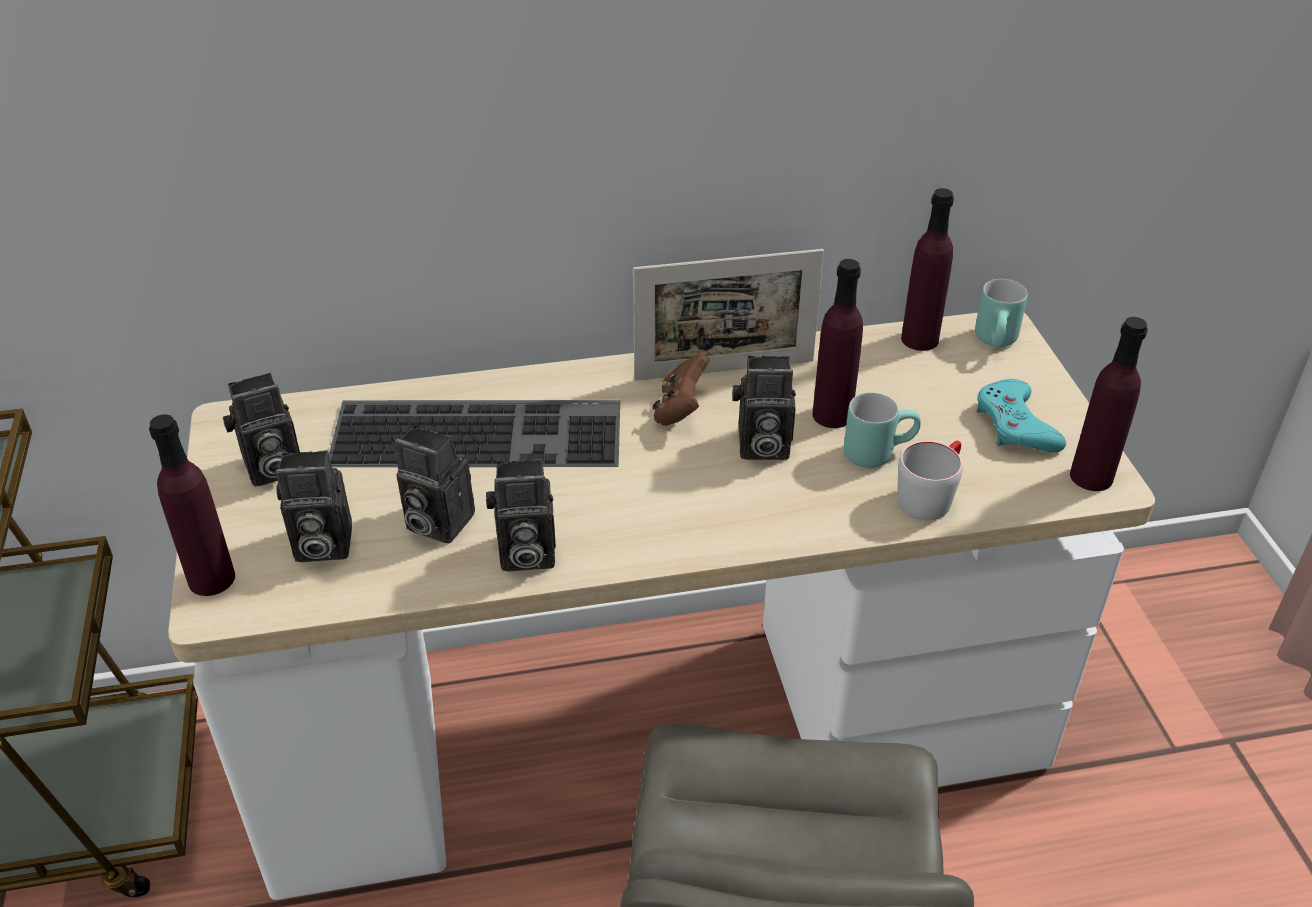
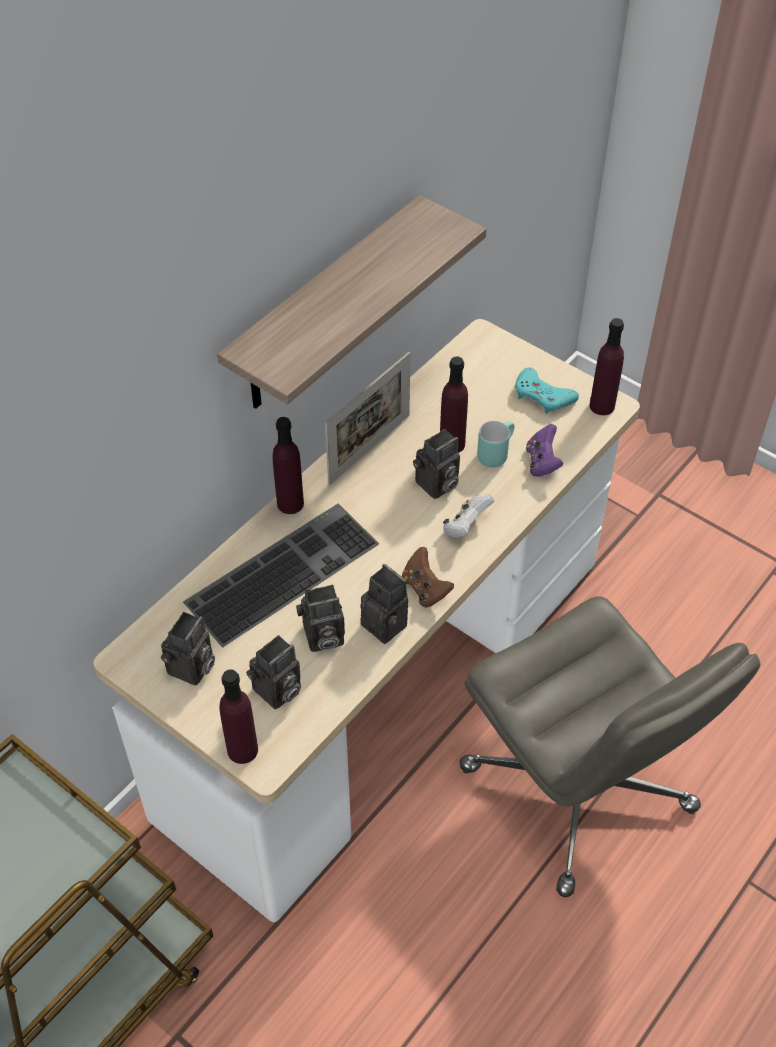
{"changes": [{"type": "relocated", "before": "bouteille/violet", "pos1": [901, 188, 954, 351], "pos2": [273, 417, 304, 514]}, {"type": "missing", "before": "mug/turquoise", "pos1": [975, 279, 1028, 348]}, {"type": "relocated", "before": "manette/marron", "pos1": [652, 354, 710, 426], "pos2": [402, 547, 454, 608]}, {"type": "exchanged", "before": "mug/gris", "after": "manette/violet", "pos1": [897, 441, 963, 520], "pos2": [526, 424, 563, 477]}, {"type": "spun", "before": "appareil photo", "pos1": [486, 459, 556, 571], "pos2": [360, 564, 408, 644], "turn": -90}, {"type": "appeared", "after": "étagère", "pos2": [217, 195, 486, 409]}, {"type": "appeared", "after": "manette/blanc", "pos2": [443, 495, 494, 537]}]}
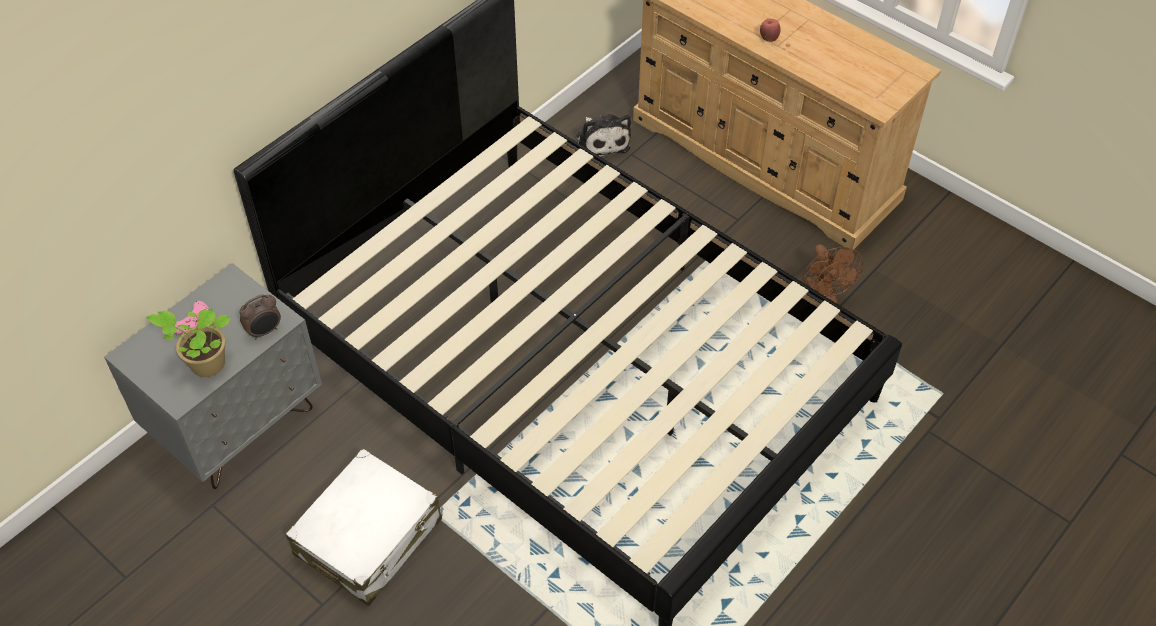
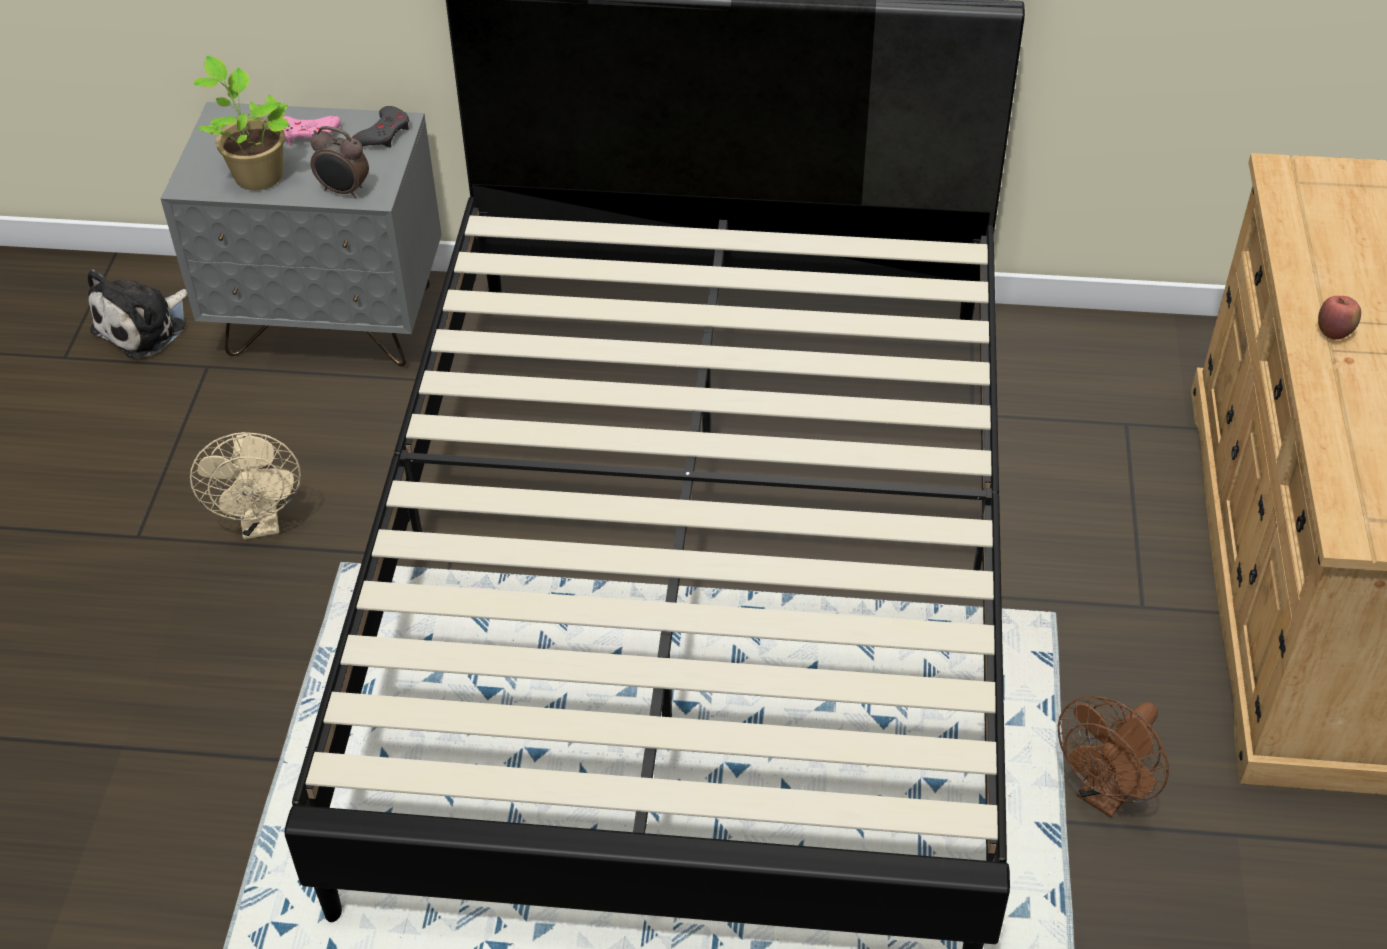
{"changes": [{"type": "relocated", "before": "peluche", "pos1": [577, 114, 631, 157], "pos2": [88, 269, 187, 358]}, {"type": "exchanged", "before": "valise/blanc", "after": "ventilateur/beige", "pos1": [286, 448, 442, 606], "pos2": [190, 432, 301, 539]}, {"type": "appeared", "after": "manette/gris", "pos2": [352, 106, 409, 147]}]}
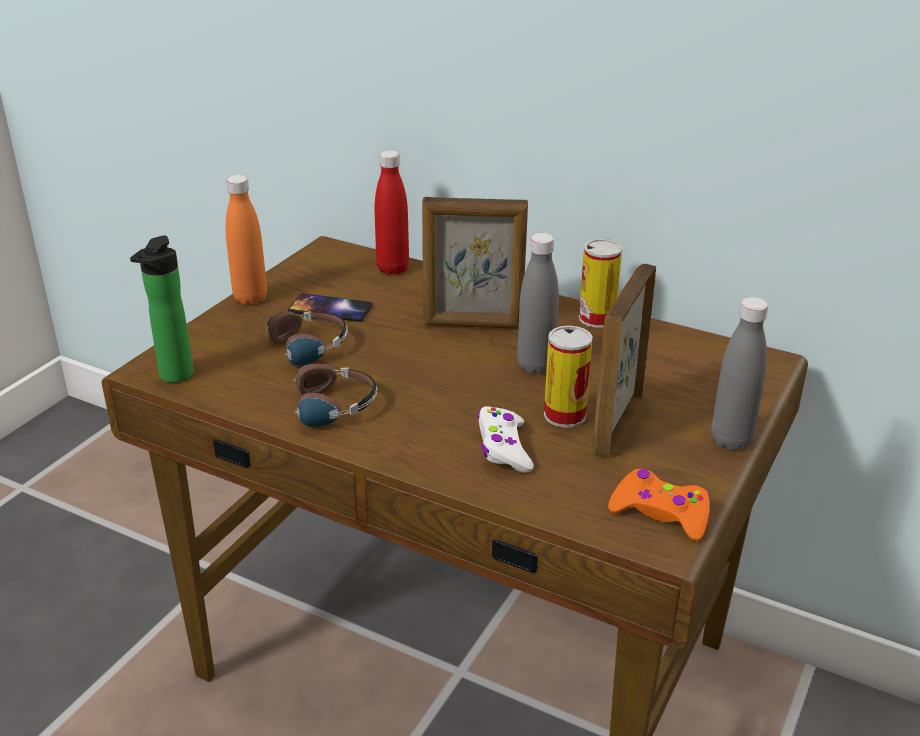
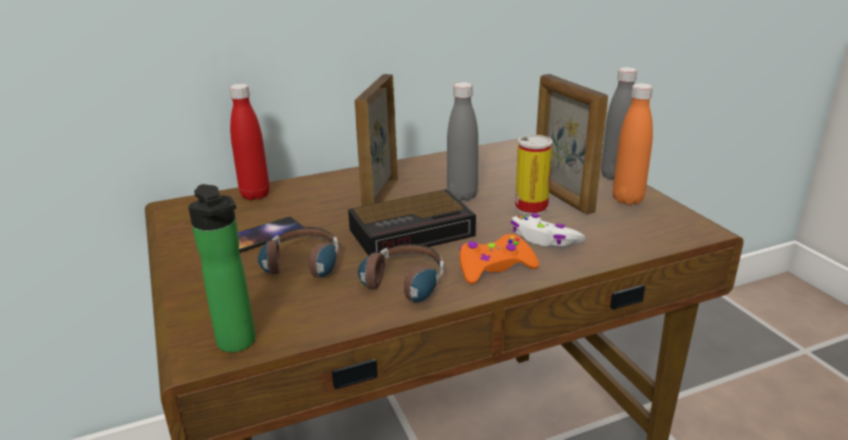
{"changes": [{"type": "relocated", "before": "bouteille/orange", "pos1": [226, 175, 267, 305], "pos2": [613, 83, 653, 205]}, {"type": "spun", "before": "cadre photo", "pos1": [422, 197, 528, 329], "pos2": [355, 74, 398, 206], "turn": 150}, {"type": "missing", "before": "boîte métallique", "pos1": [579, 239, 622, 328]}, {"type": "relocated", "before": "manette/orange", "pos1": [608, 468, 710, 541], "pos2": [459, 234, 539, 284]}, {"type": "appeared", "after": "réveil", "pos2": [348, 189, 476, 256]}]}
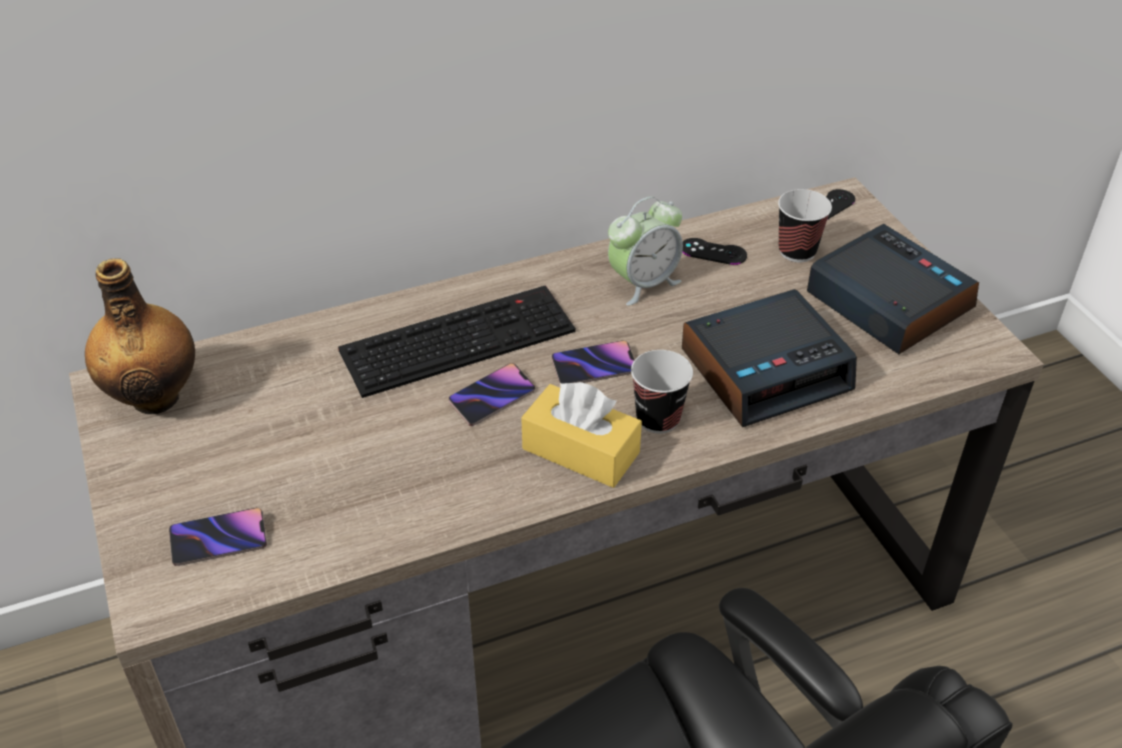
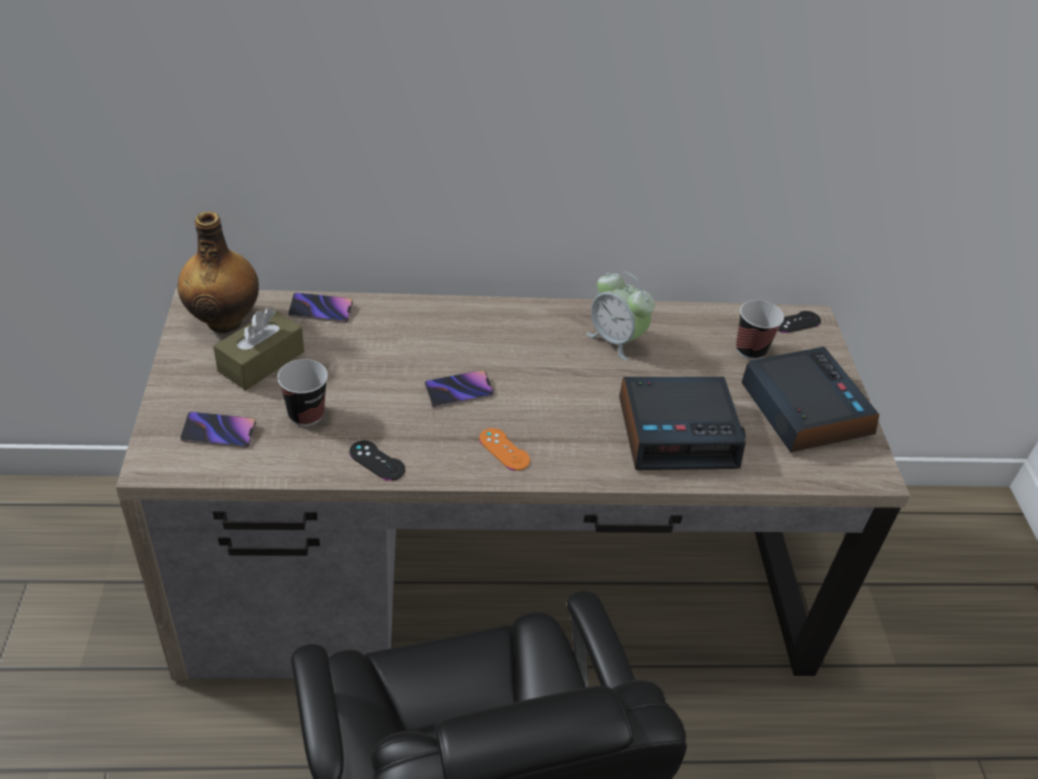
{"changes": [{"type": "spun", "before": "réveil", "pos1": [608, 197, 683, 306], "pos2": [586, 272, 655, 361], "turn": 60}, {"type": "relocated", "before": "manette/noir", "pos1": [682, 238, 747, 265], "pos2": [349, 441, 405, 481]}, {"type": "missing", "before": "clavier", "pos1": [338, 285, 576, 398]}, {"type": "relocated", "before": "téléphone", "pos1": [551, 340, 634, 384], "pos2": [288, 293, 353, 323]}, {"type": "relocated", "before": "tasse", "pos1": [631, 350, 693, 434], "pos2": [277, 359, 328, 426]}, {"type": "exchanged", "before": "boîte à mouchoirs/jaune", "after": "manette/orange", "pos1": [521, 382, 642, 488], "pos2": [479, 428, 530, 471]}, {"type": "appeared", "after": "boîte à mouchoirs/marron", "pos2": [213, 308, 304, 390]}]}
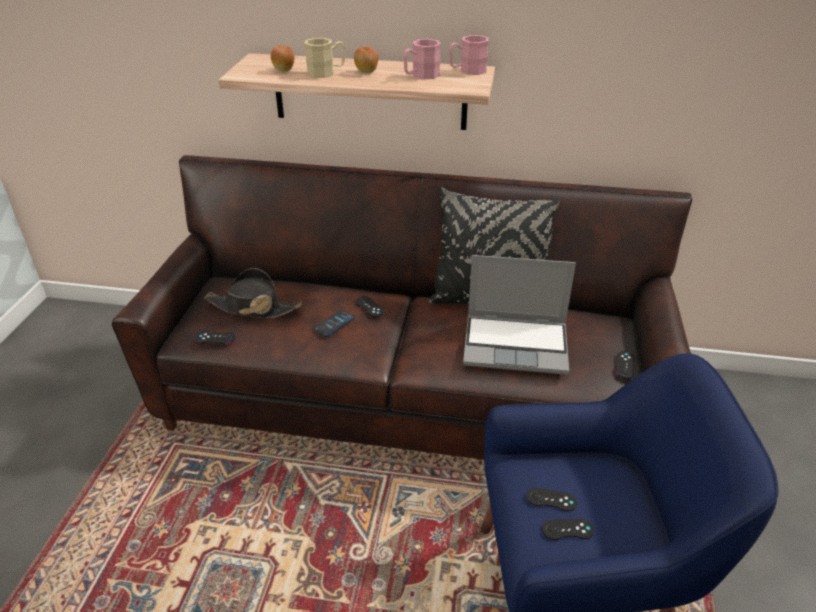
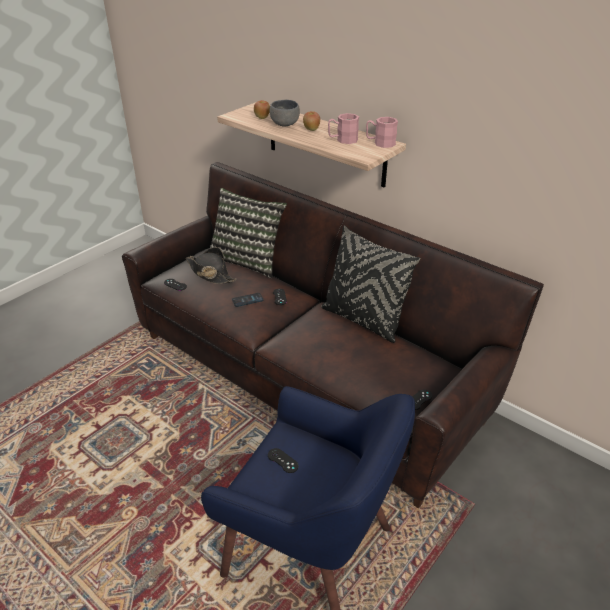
{"changes": [{"type": "exchanged", "before": "mug/beige", "after": "bol/gris", "pos1": [304, 38, 345, 78], "pos2": [269, 100, 300, 127]}, {"type": "missing", "before": "ordinateur portable", "pos1": [463, 255, 576, 374]}, {"type": "missing", "before": "manette/noir", "pos1": [542, 519, 594, 540]}, {"type": "appeared", "after": "coussin", "pos2": [210, 188, 287, 278]}]}
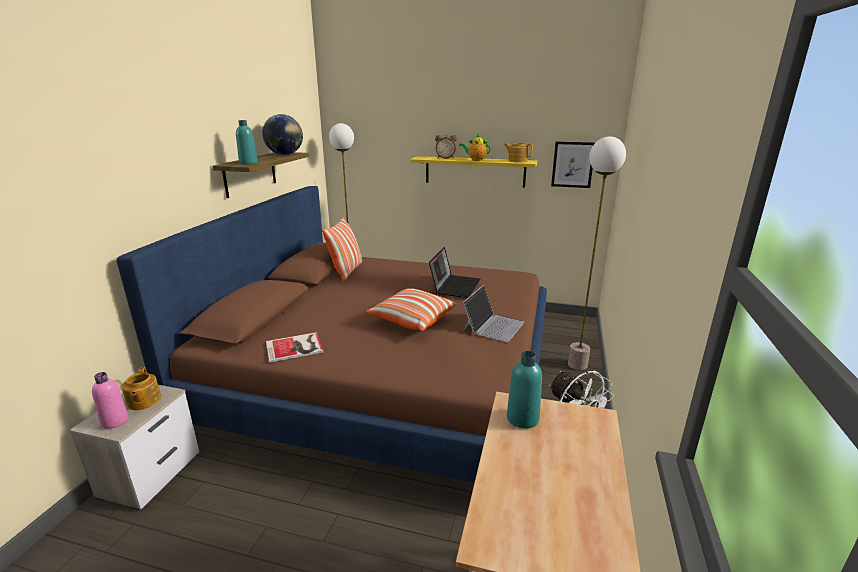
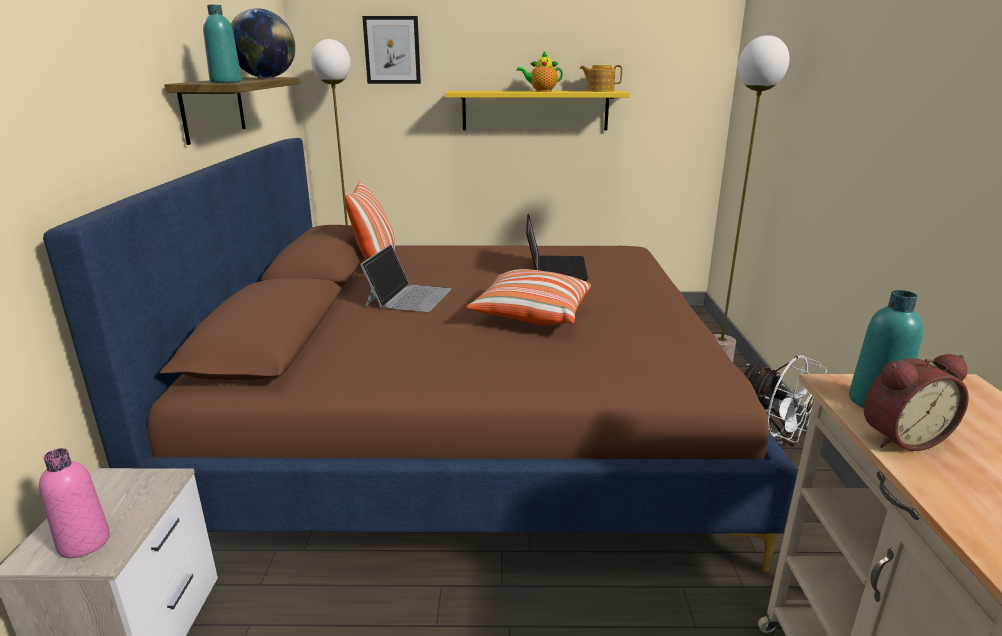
{"changes": [{"type": "relocated", "before": "réveil", "pos1": [435, 135, 456, 159], "pos2": [864, 354, 969, 451]}, {"type": "relocated", "before": "tableau", "pos1": [551, 141, 596, 188], "pos2": [362, 16, 421, 84]}, {"type": "relocated", "before": "ordinateur portable", "pos1": [462, 285, 525, 342], "pos2": [360, 244, 451, 312]}, {"type": "missing", "before": "livre", "pos1": [266, 332, 323, 363]}, {"type": "missing", "before": "théière", "pos1": [121, 367, 161, 410]}]}
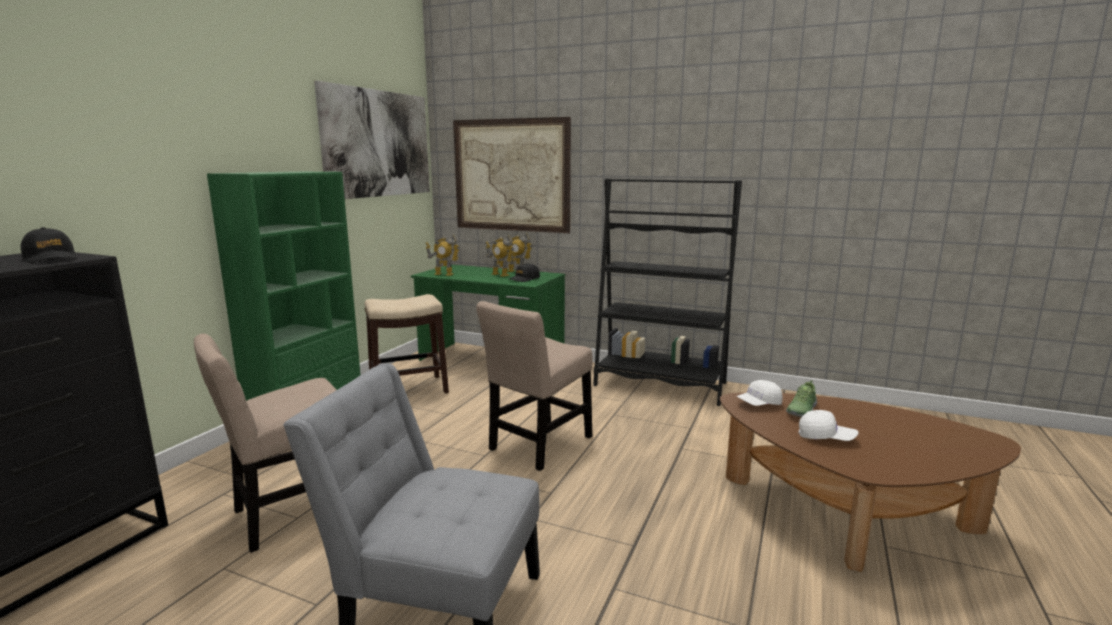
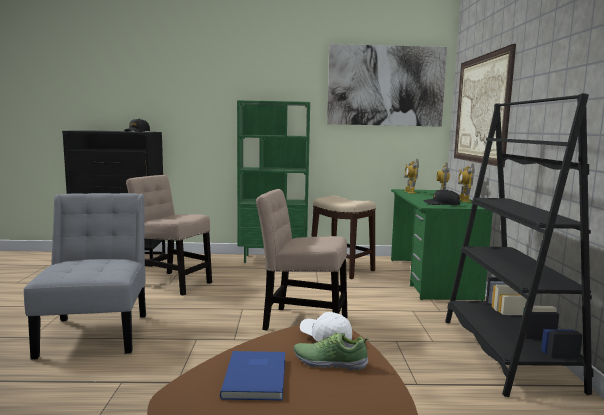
{"changes": [{"type": "exchanged", "before": "casquette/blanc", "after": "livre/bleu", "pos1": [799, 410, 859, 441], "pos2": [220, 351, 285, 400]}]}
